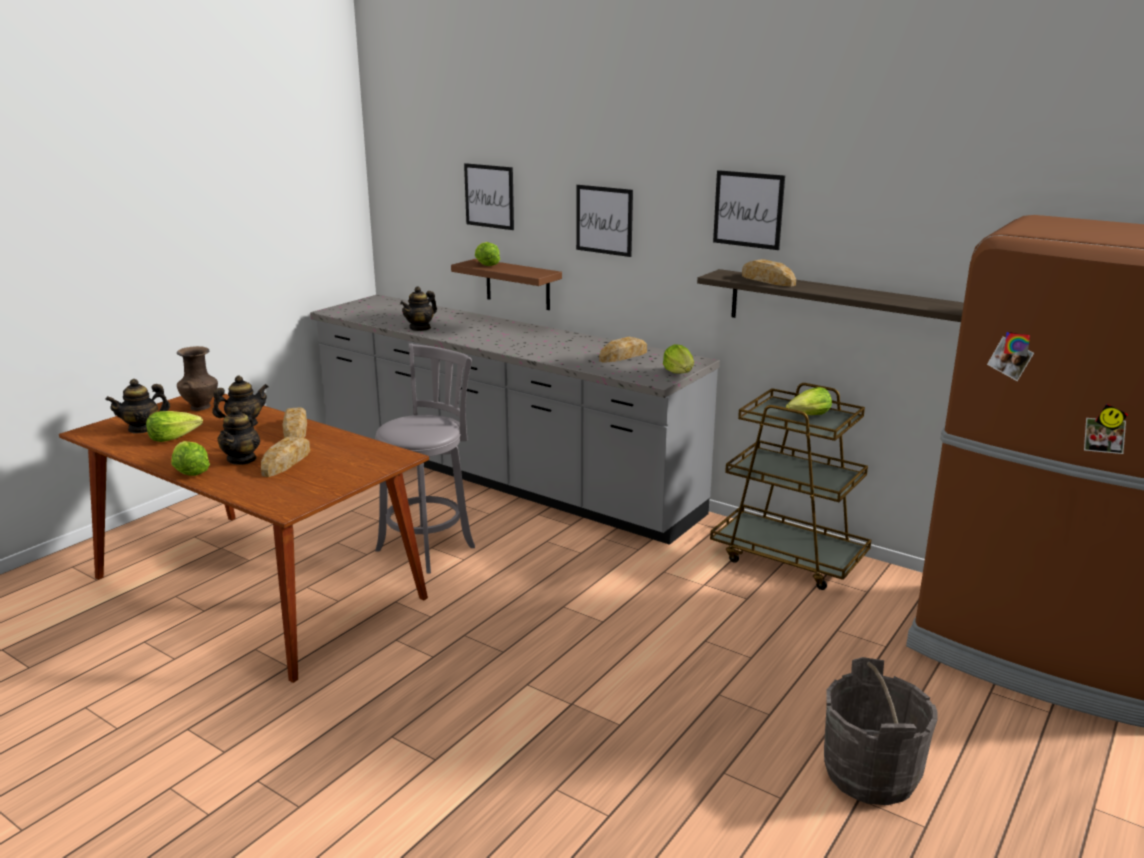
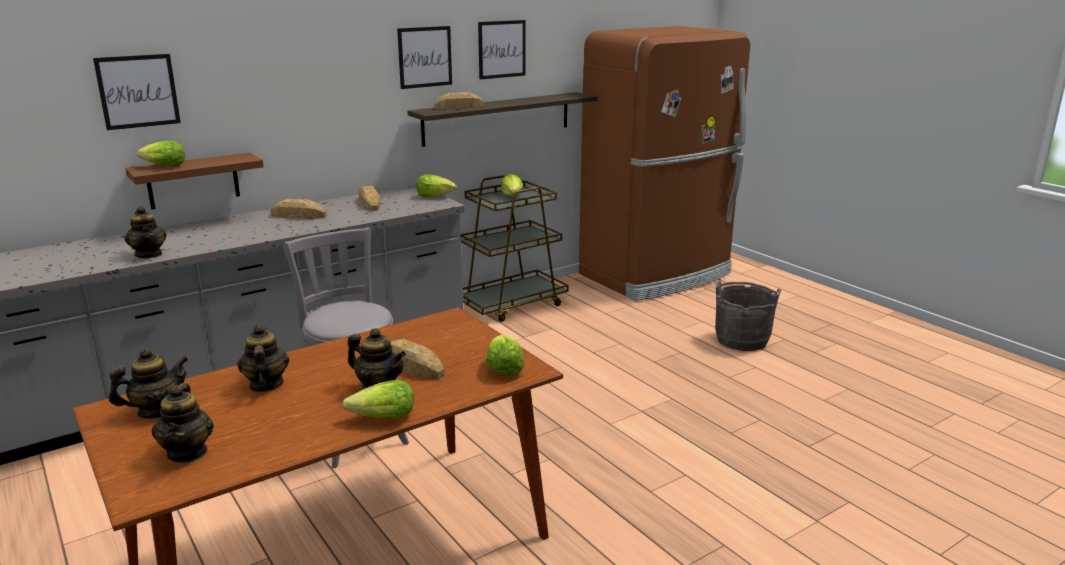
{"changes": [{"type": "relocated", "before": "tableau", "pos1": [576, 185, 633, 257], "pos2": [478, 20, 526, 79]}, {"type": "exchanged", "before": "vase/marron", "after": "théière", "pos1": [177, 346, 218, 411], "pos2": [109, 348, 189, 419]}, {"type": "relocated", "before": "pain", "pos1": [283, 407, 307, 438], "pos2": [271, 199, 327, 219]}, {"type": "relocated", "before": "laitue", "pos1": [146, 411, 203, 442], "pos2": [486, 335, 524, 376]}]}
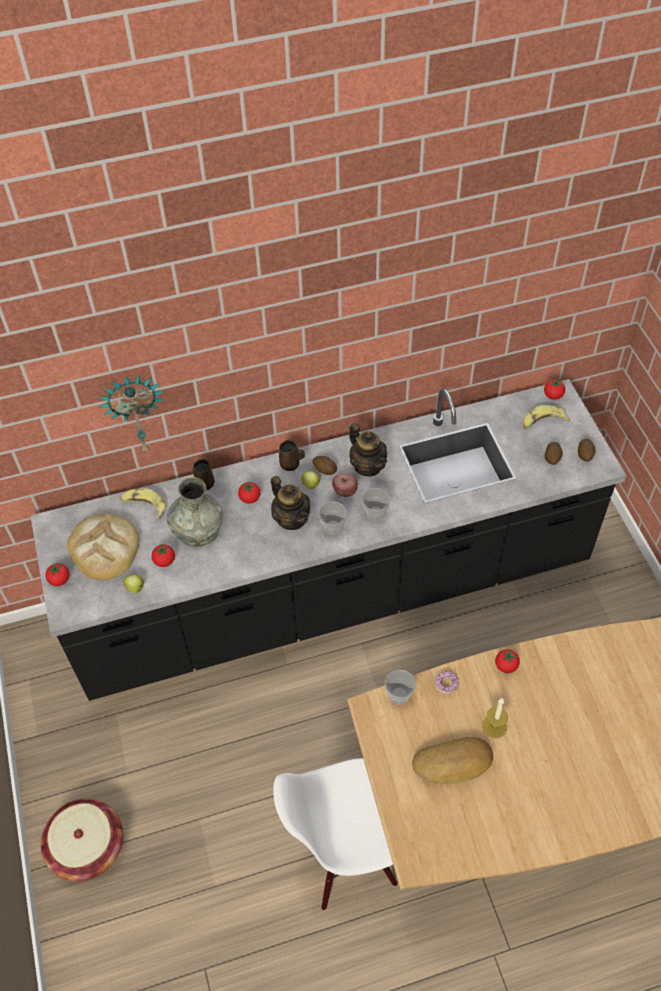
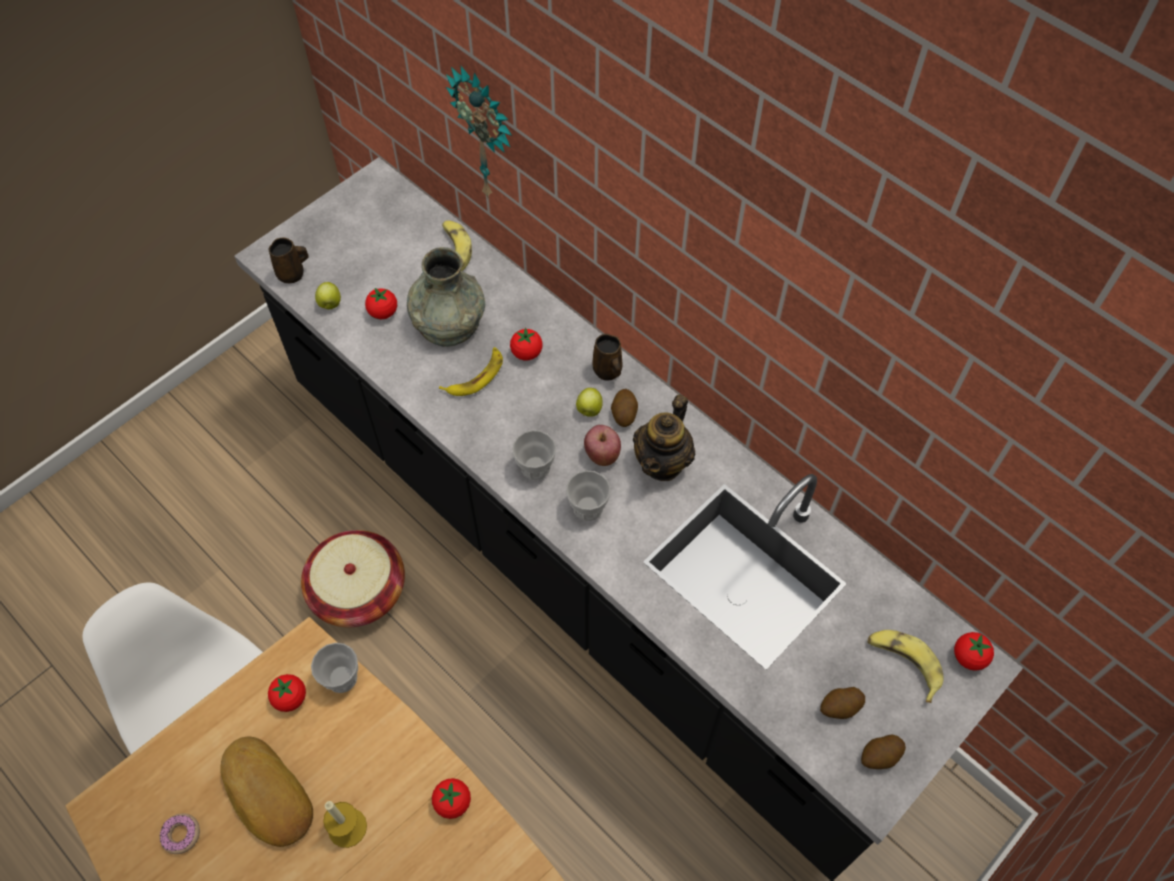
{"changes": [{"type": "relocated", "before": "mug/marron", "pos1": [193, 459, 214, 491], "pos2": [269, 238, 309, 283]}, {"type": "missing", "before": "théière", "pos1": [271, 476, 310, 530]}, {"type": "missing", "before": "pain", "pos1": [68, 514, 140, 580]}, {"type": "relocated", "before": "tomate", "pos1": [45, 563, 70, 586], "pos2": [268, 674, 306, 712]}, {"type": "relocated", "before": "beignet", "pos1": [434, 671, 459, 694], "pos2": [159, 813, 200, 854]}, {"type": "relocated", "before": "panier", "pos1": [41, 798, 123, 882], "pos2": [301, 530, 405, 627]}, {"type": "appeared", "after": "banane", "pos2": [439, 347, 503, 396]}]}
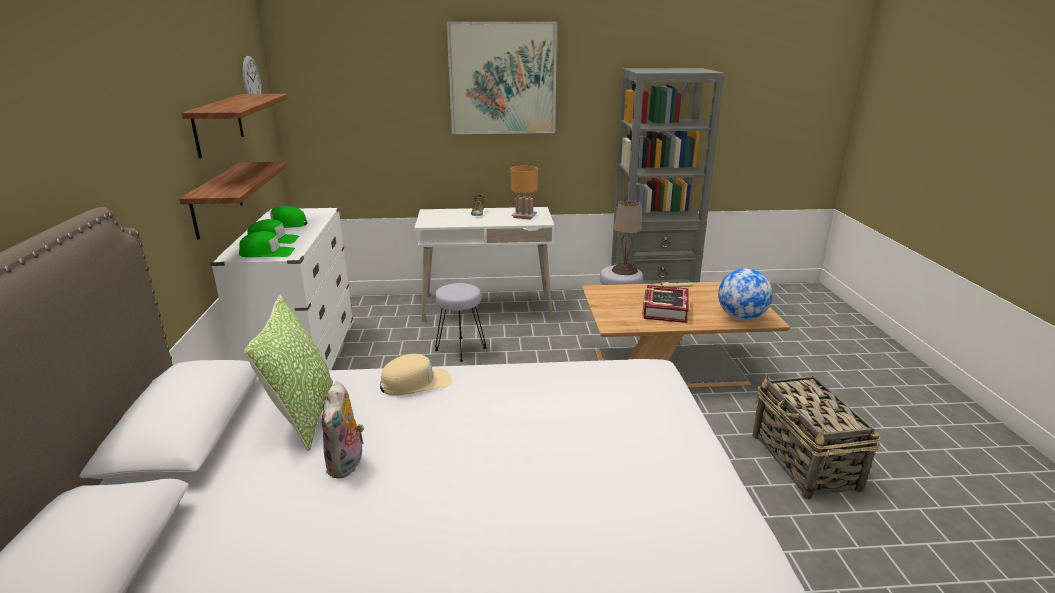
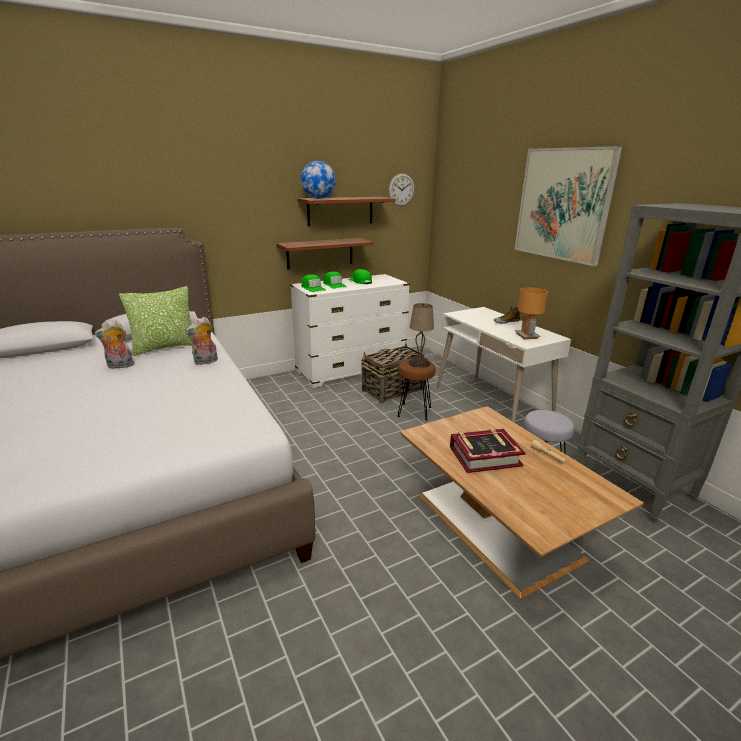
{"changes": [{"type": "relocated", "before": "lampe de table/beige", "pos1": [612, 201, 642, 275], "pos2": [408, 303, 434, 368]}, {"type": "relocated", "before": "globe", "pos1": [718, 268, 772, 320], "pos2": [301, 161, 336, 199]}, {"type": "colour", "before": "tabouret/gris", "after": "tabouret/marron", "pos1": [435, 283, 487, 362], "pos2": [397, 359, 435, 421]}, {"type": "exchanged", "before": "casquette/beige", "after": "peluche", "pos1": [380, 354, 452, 396], "pos2": [185, 317, 218, 365]}, {"type": "relocated", "before": "panier", "pos1": [752, 374, 881, 499], "pos2": [361, 343, 427, 403]}]}
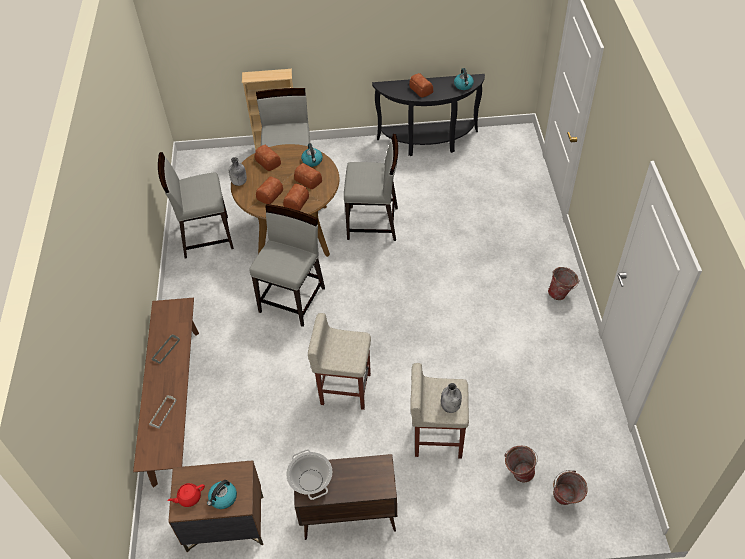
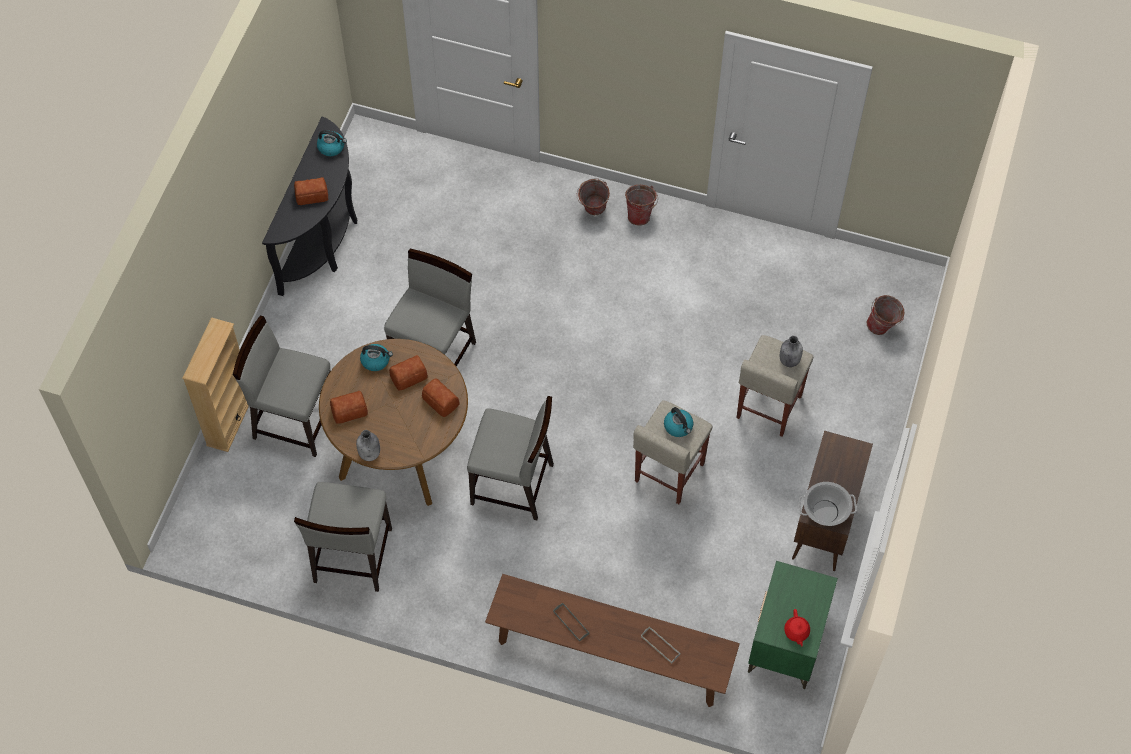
{"changes": [{"type": "missing", "before": "pain", "pos1": [256, 176, 283, 204]}, {"type": "spun", "before": "chaise/gris", "pos1": [249, 204, 325, 327], "pos2": [467, 396, 554, 520], "turn": 150}, {"type": "relocated", "before": "seau", "pos1": [505, 446, 538, 483], "pos2": [577, 178, 610, 215]}, {"type": "colour", "before": "table de chevet/marron", "after": "table de chevet/vert", "pos1": [168, 460, 263, 552], "pos2": [748, 561, 838, 689]}, {"type": "relocated", "before": "bouilloire", "pos1": [207, 480, 237, 509], "pos2": [664, 407, 693, 437]}]}
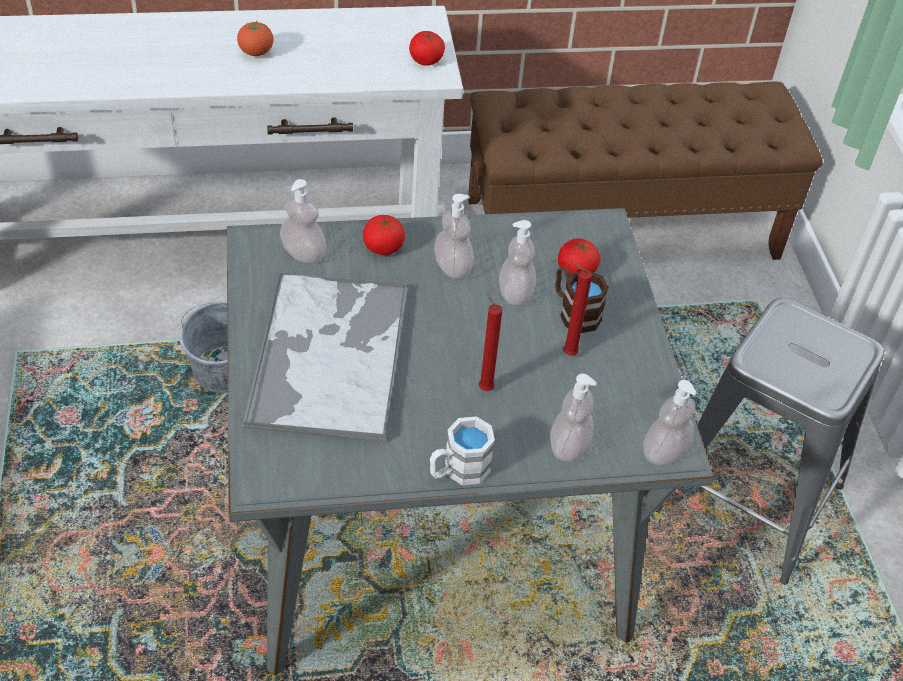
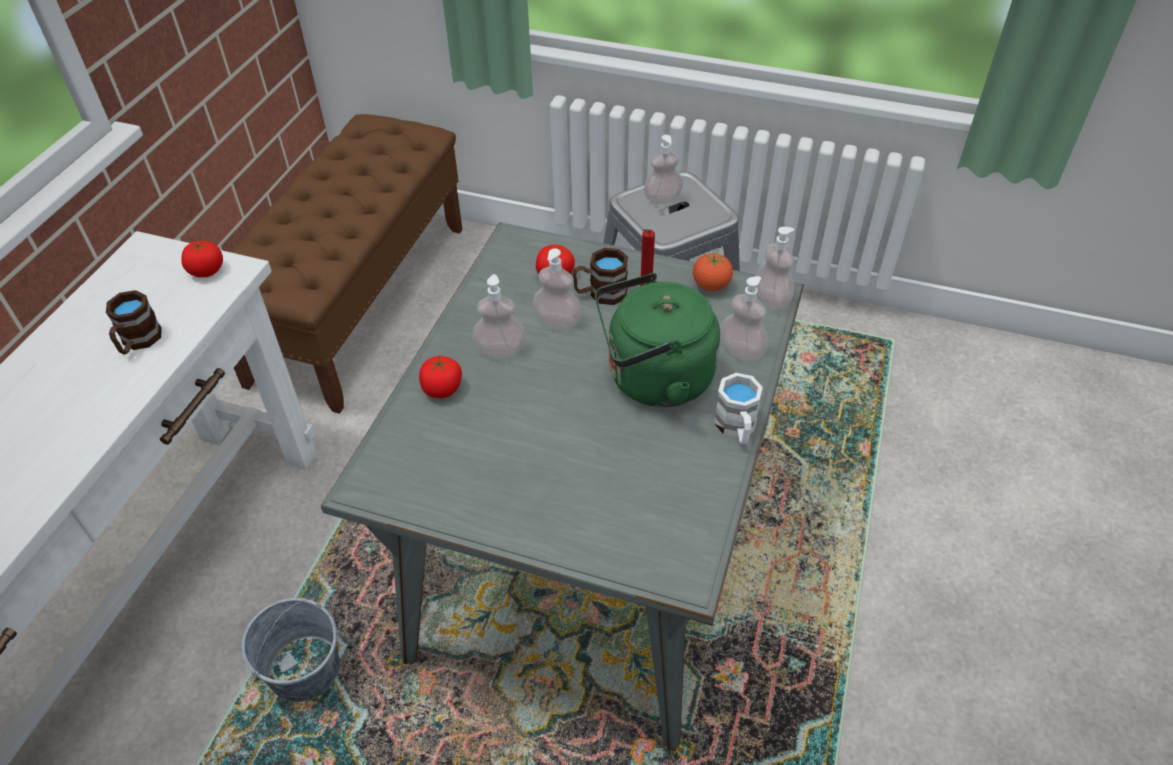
{"changes": [{"type": "relocated", "before": "tomate", "pos1": [237, 21, 273, 56], "pos2": [693, 253, 733, 291]}, {"type": "relocated", "before": "distributeur de savon", "pos1": [280, 179, 327, 263], "pos2": [643, 135, 683, 204]}, {"type": "missing", "before": "plateau", "pos1": [242, 272, 408, 443]}, {"type": "exchanged", "before": "bougie/rouge", "after": "bouilloire/vert", "pos1": [479, 291, 503, 391], "pos2": [595, 273, 720, 407]}, {"type": "appeared", "after": "mug/marron", "pos2": [106, 290, 162, 354]}]}
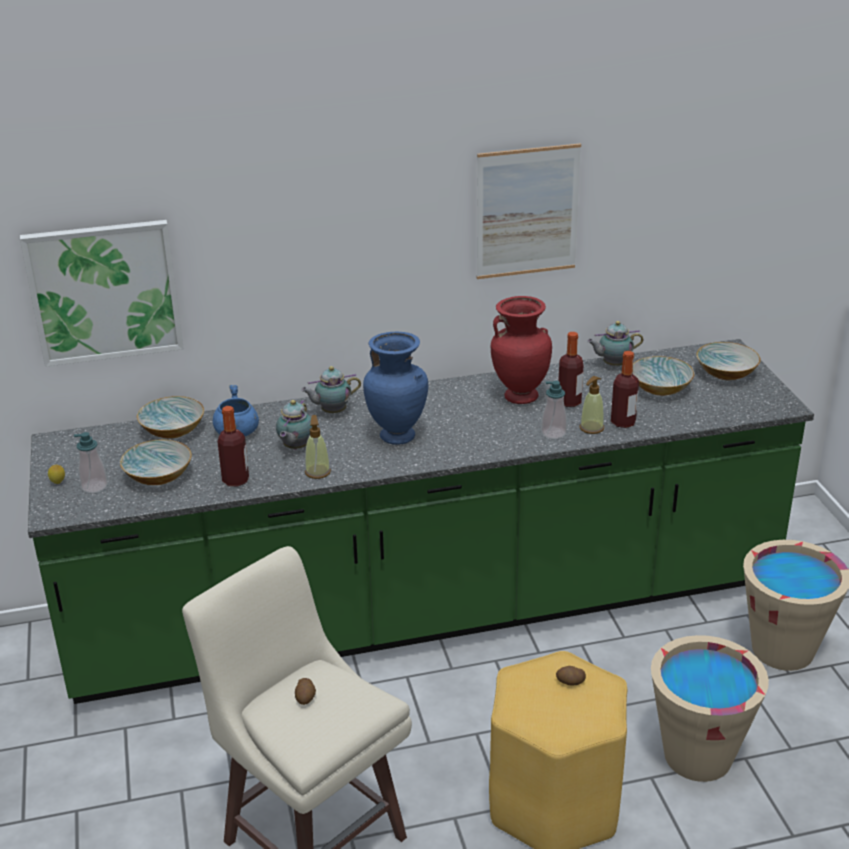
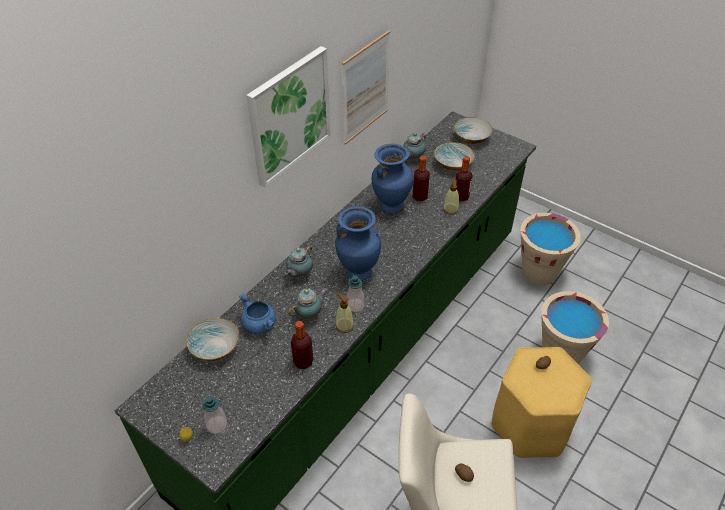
{"changes": [{"type": "relocated", "before": "tableau", "pos1": [20, 220, 184, 367], "pos2": [246, 46, 331, 188]}, {"type": "colour", "before": "vase/rouge", "after": "vase/bleu", "pos1": [491, 296, 552, 404], "pos2": [372, 144, 413, 214]}, {"type": "relocated", "before": "distributeur de savon", "pos1": [541, 381, 567, 439], "pos2": [347, 275, 364, 312]}, {"type": "spun", "before": "théière", "pos1": [276, 400, 312, 449], "pos2": [288, 288, 328, 321], "turn": -105}, {"type": "missing", "before": "bol", "pos1": [120, 439, 192, 485]}]}
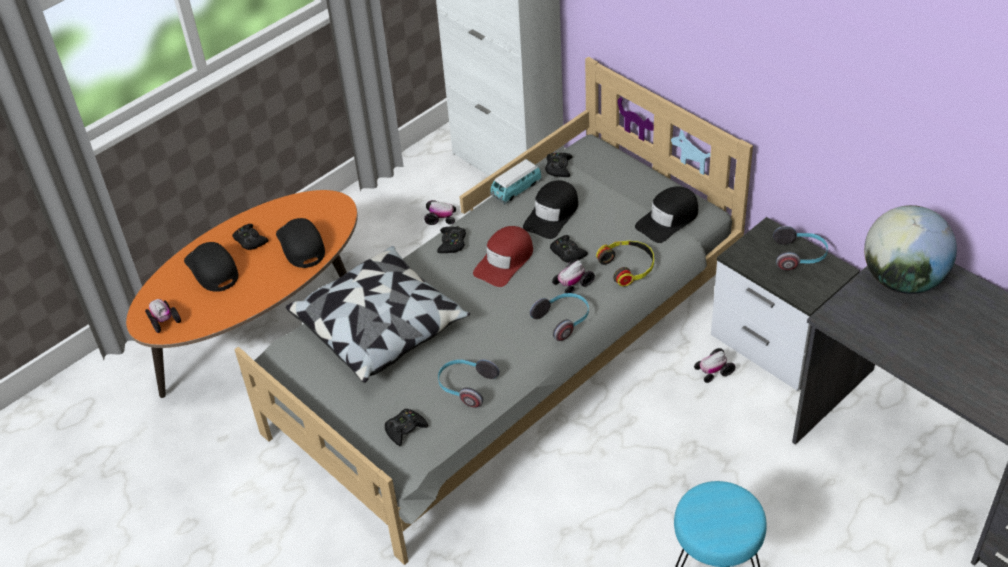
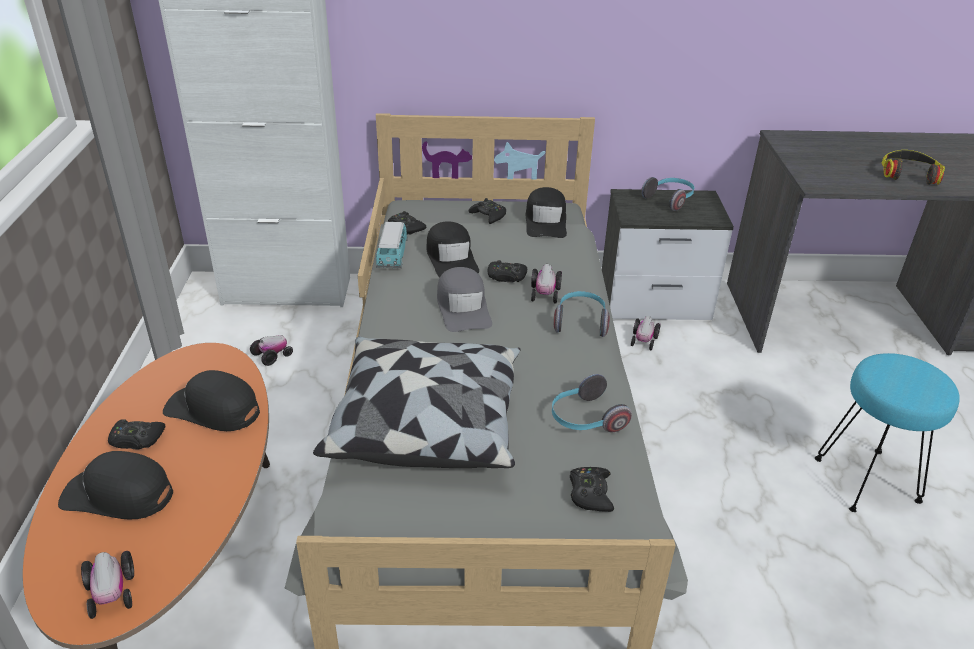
{"changes": [{"type": "missing", "before": "globe", "pos1": [864, 205, 957, 294]}, {"type": "relocated", "before": "manette/noir", "pos1": [437, 226, 466, 253], "pos2": [468, 198, 506, 224]}, {"type": "colour", "before": "casquette/rouge", "after": "casquette/gris", "pos1": [473, 226, 533, 287], "pos2": [437, 267, 492, 332]}, {"type": "relocated", "before": "casque audio", "pos1": [596, 241, 654, 287], "pos2": [881, 150, 945, 185]}, {"type": "spun", "before": "petite voiture", "pos1": [145, 299, 181, 333], "pos2": [81, 551, 134, 619], "turn": -120}]}
